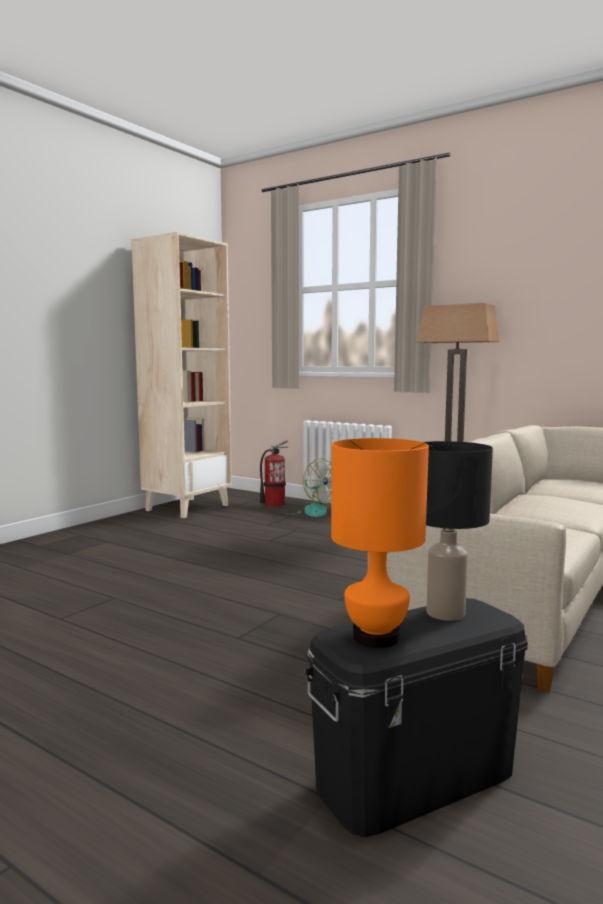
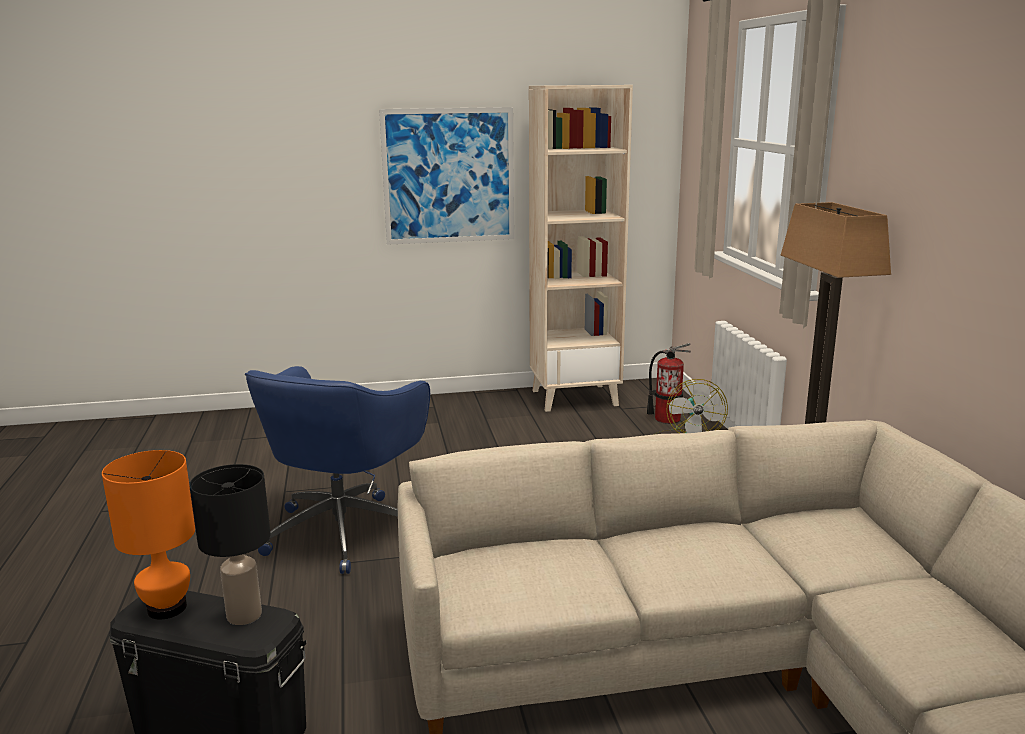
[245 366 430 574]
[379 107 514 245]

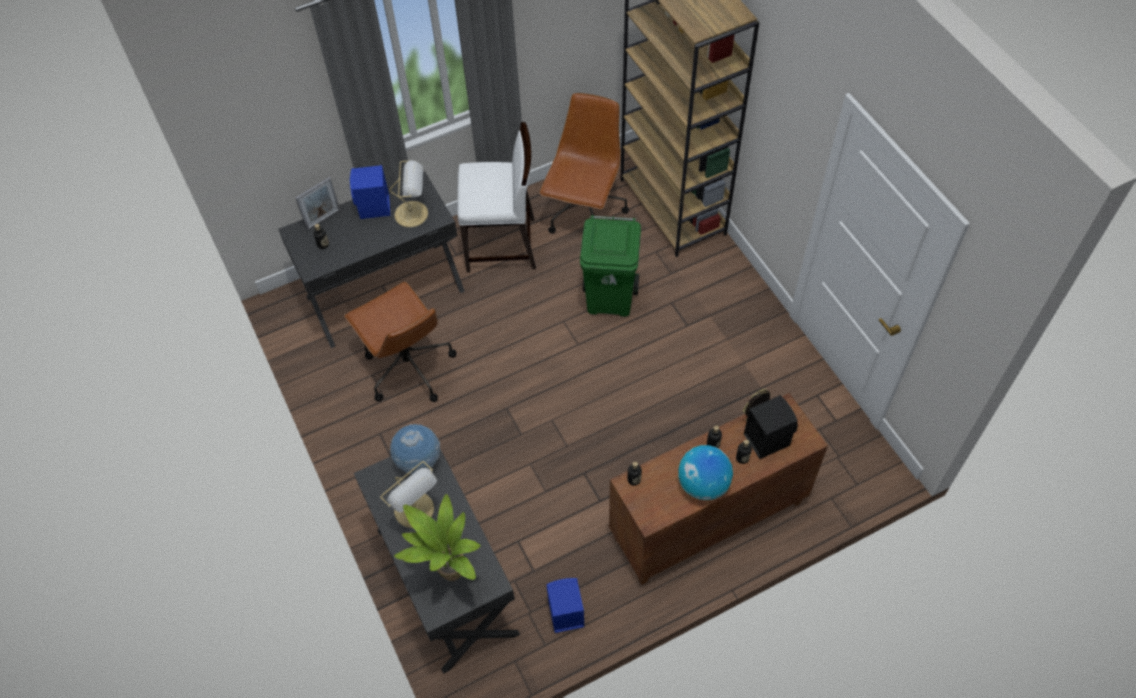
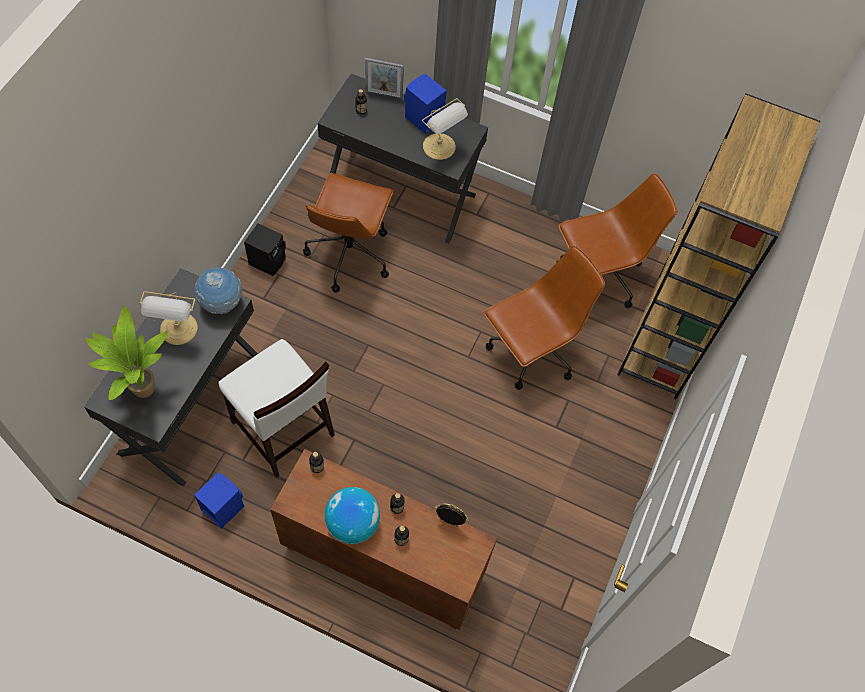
[218 339 335 478]
[244 223 286 276]
[484 246 605 390]

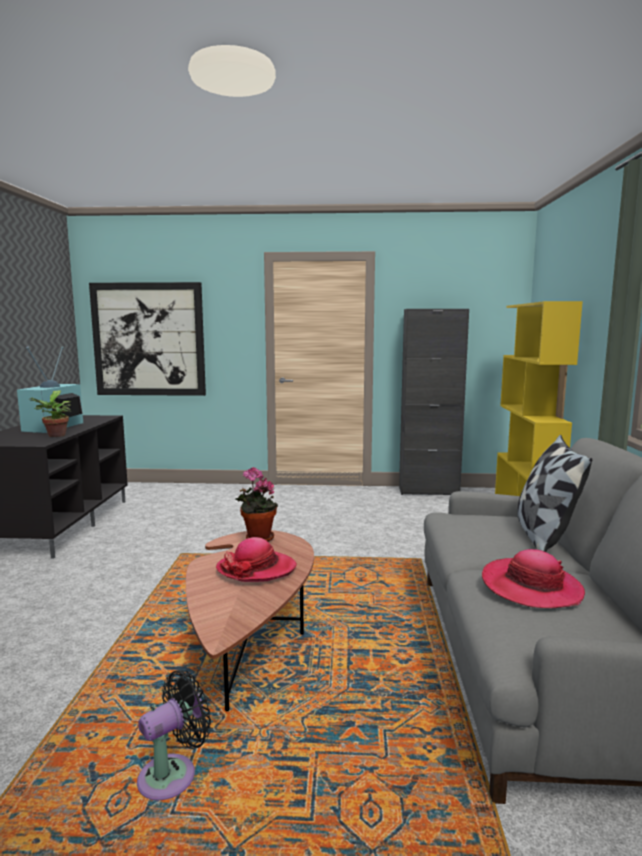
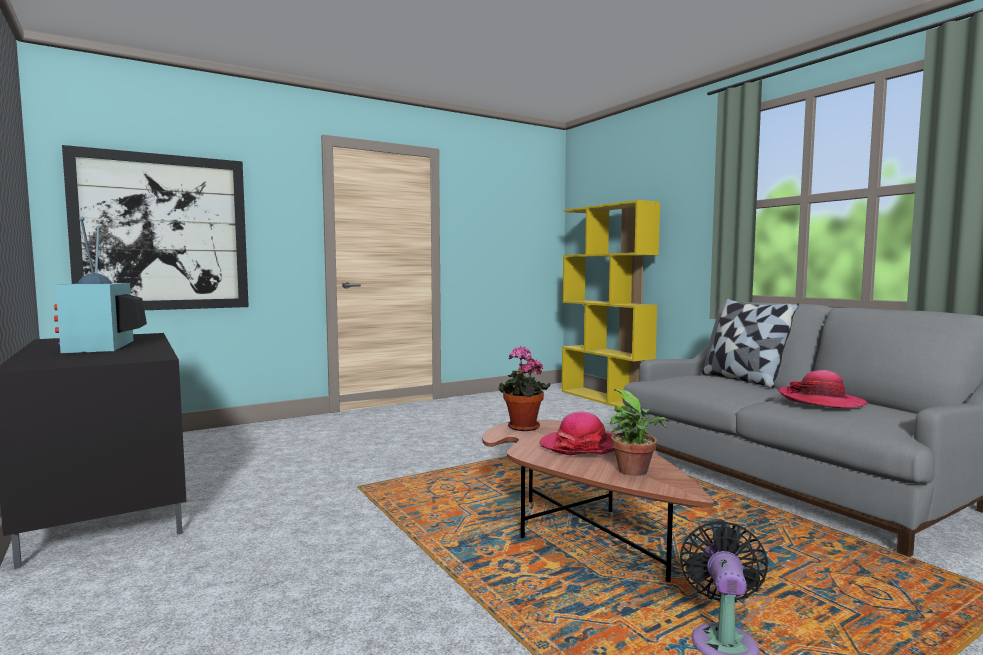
[609 389 669 476]
[399 309 469 495] (first image)

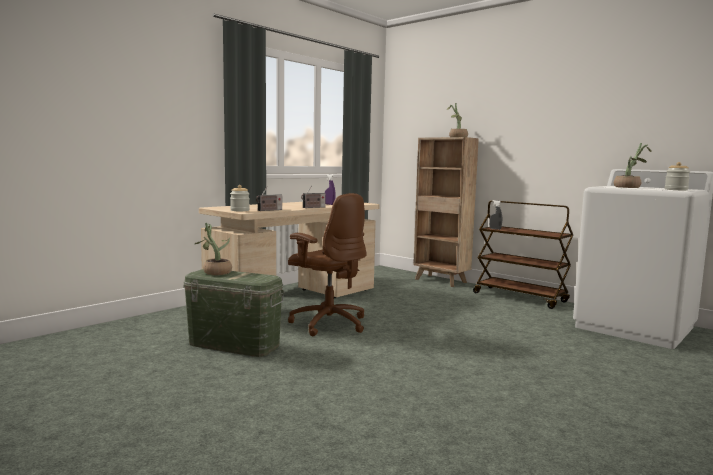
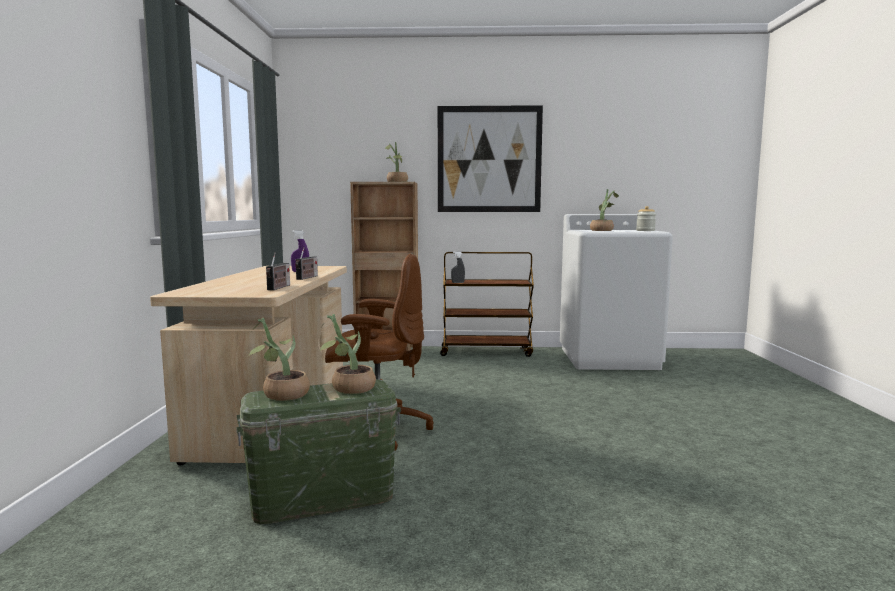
[320 314 376 394]
[438 105 543 212]
[230 185 250 211] (first image)

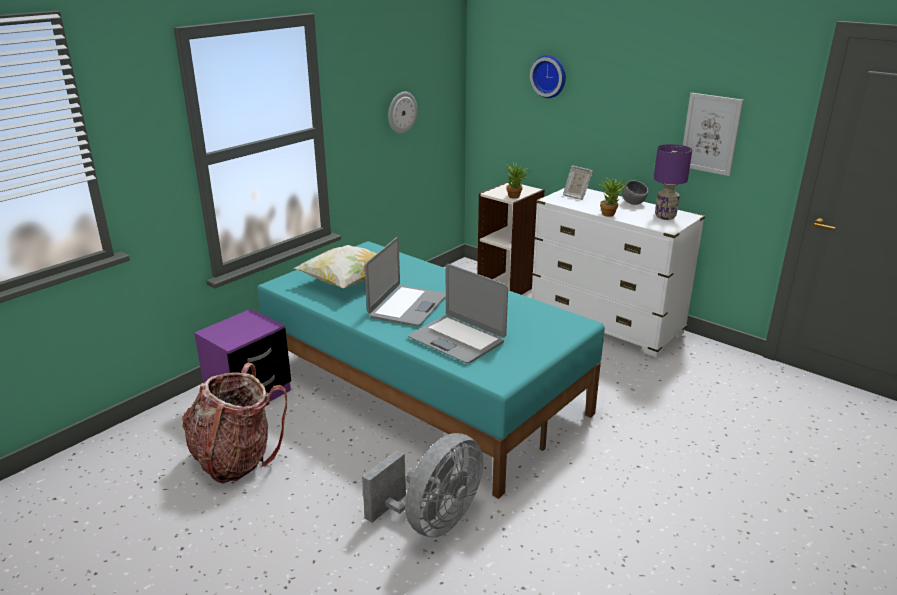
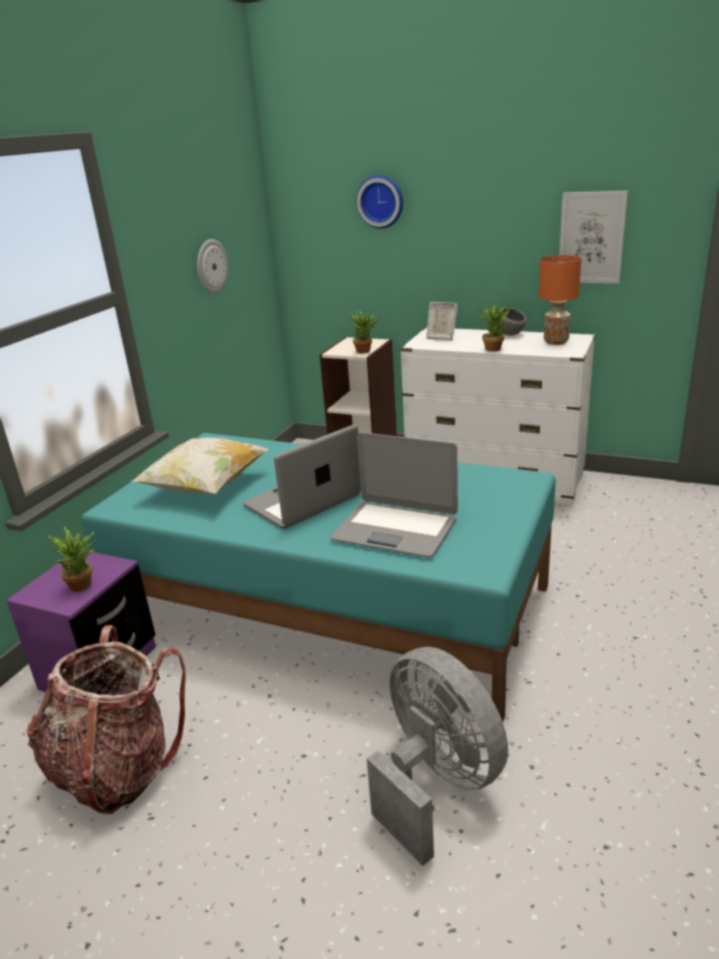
[48 527 99 592]
[243 424 361 529]
[367 647 508 866]
[539 255 582 345]

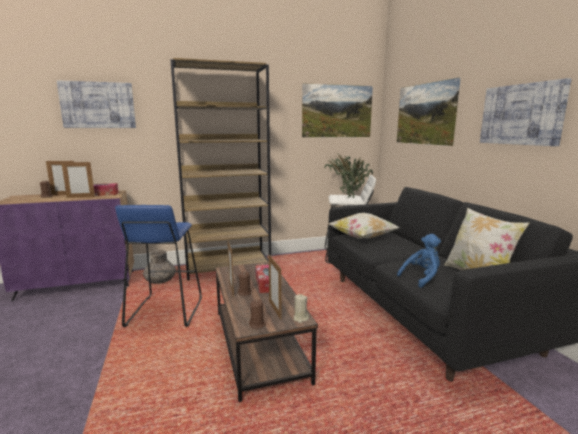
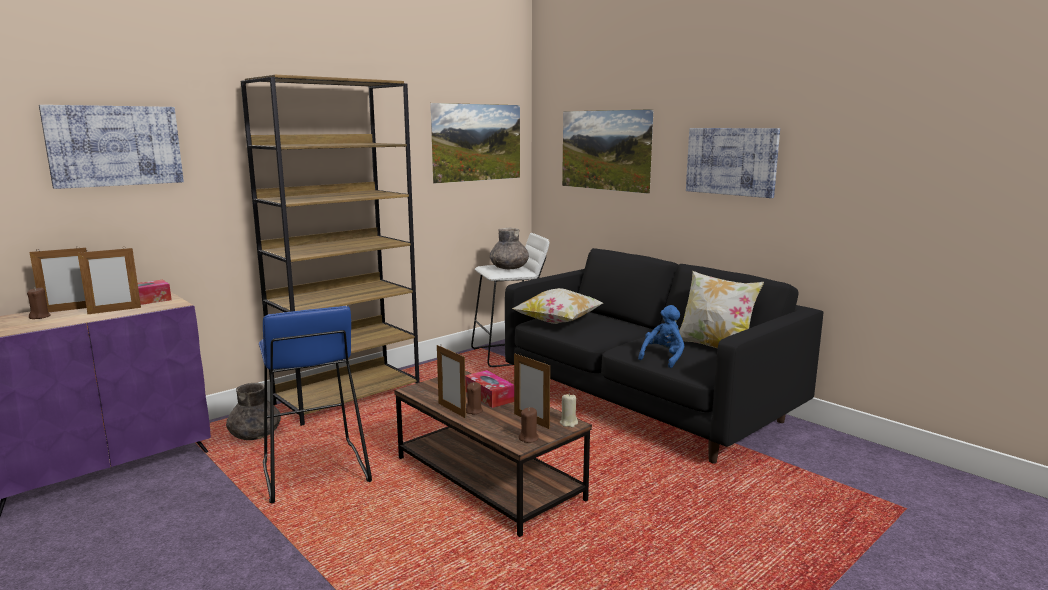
[490 228 529 269]

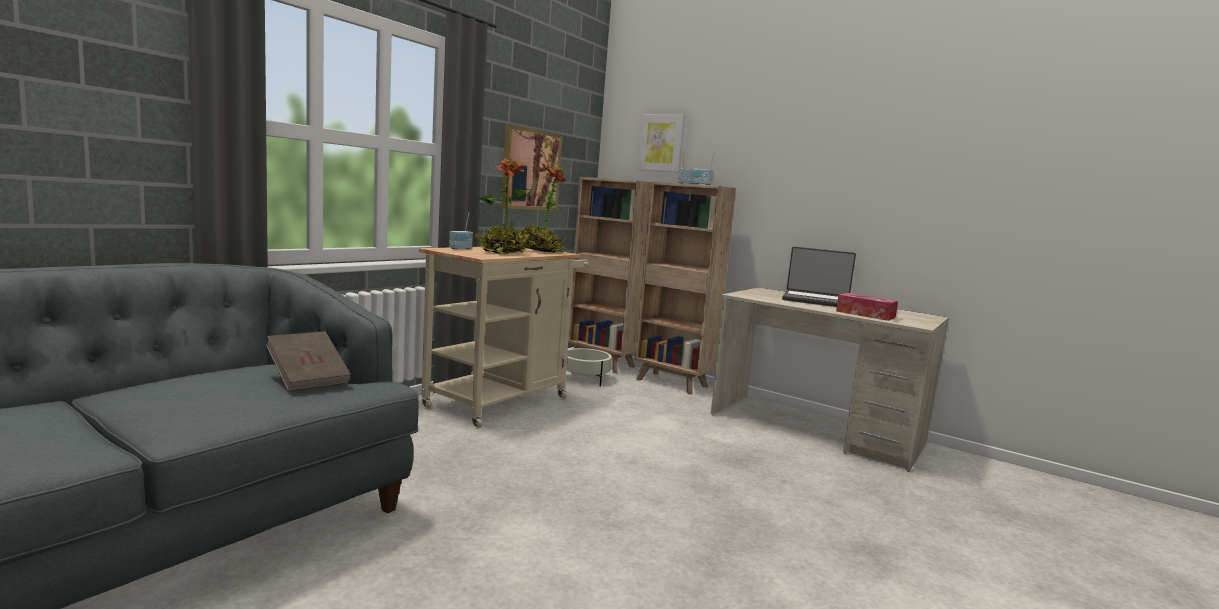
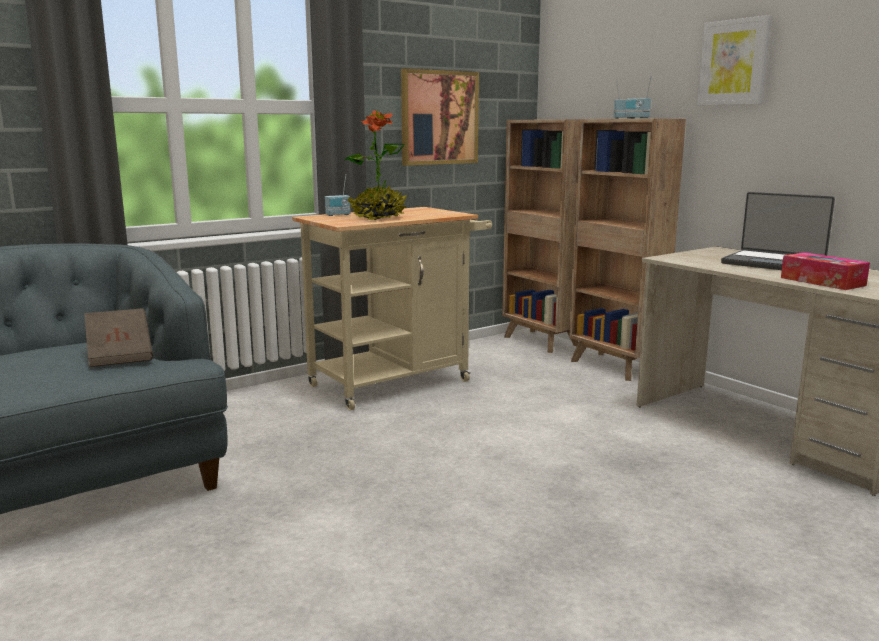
[697 15 772 106]
[519 163 566 252] (first image)
[566 348 612 386] (first image)

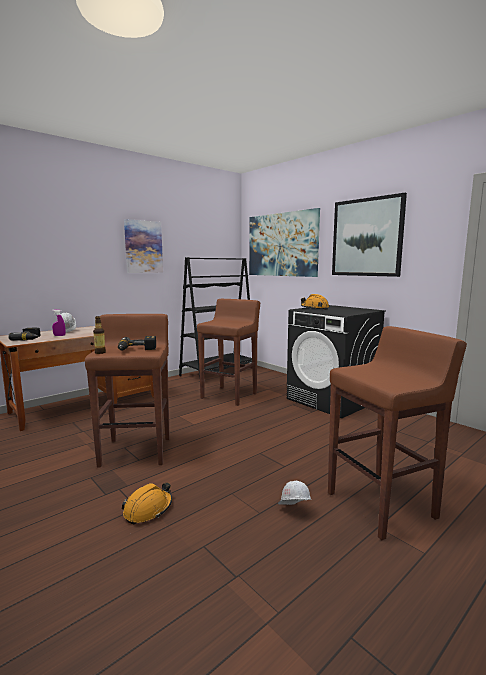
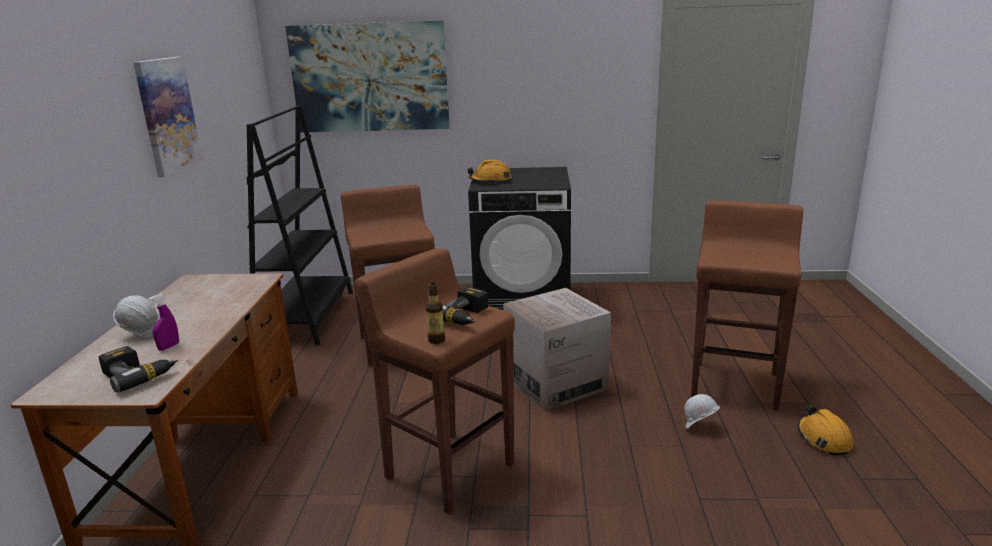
[503 288 611 411]
[798 405 853 455]
[332 193 407 277] (first image)

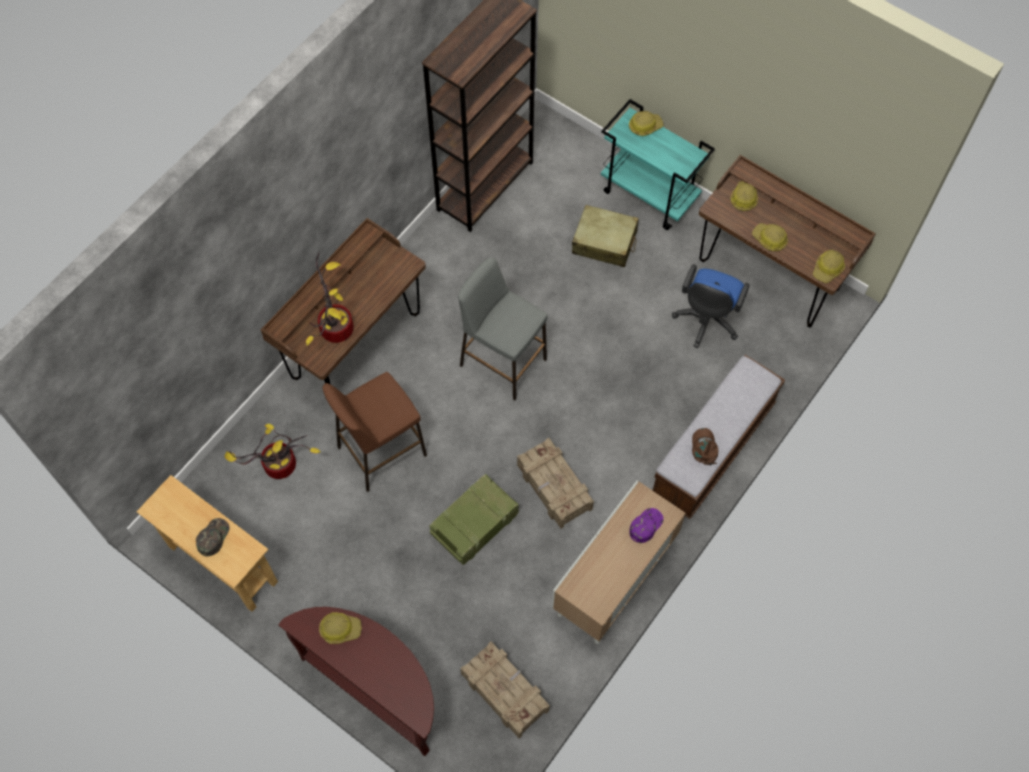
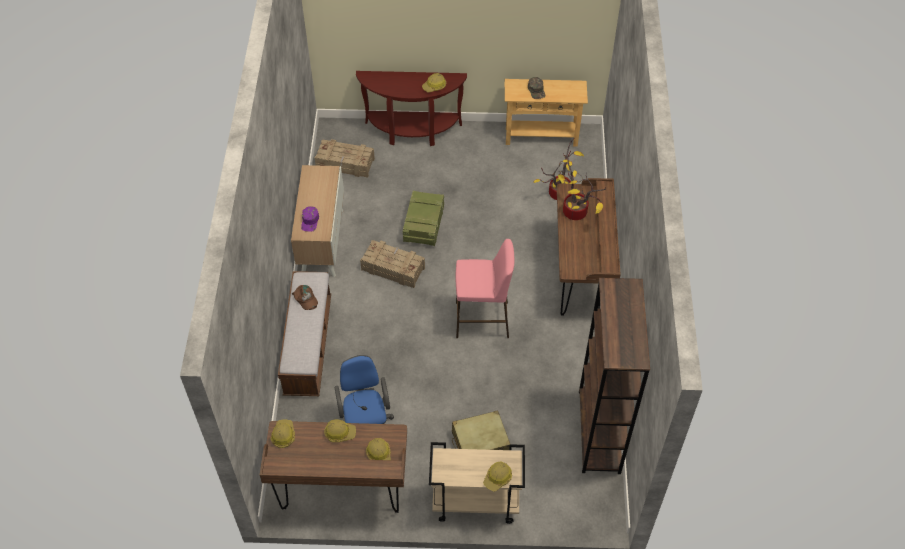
[429 442 525 524]
[456 239 514 338]
[323 372 427 492] (first image)

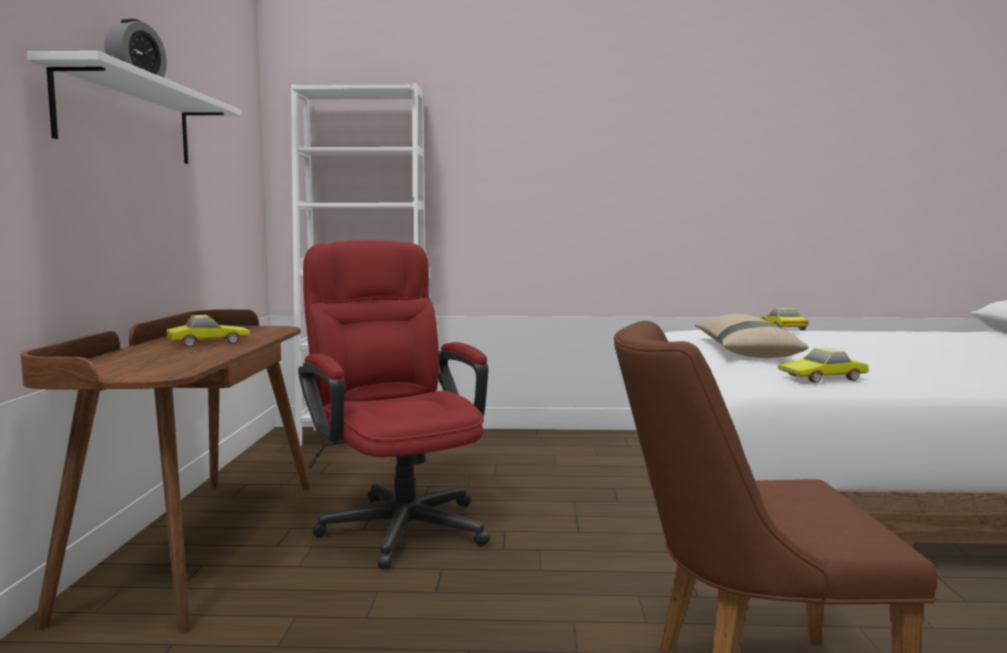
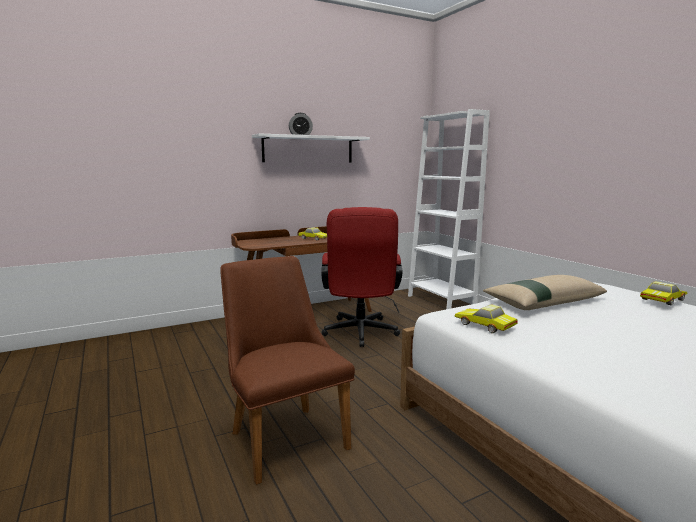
[321 207 403 347]

